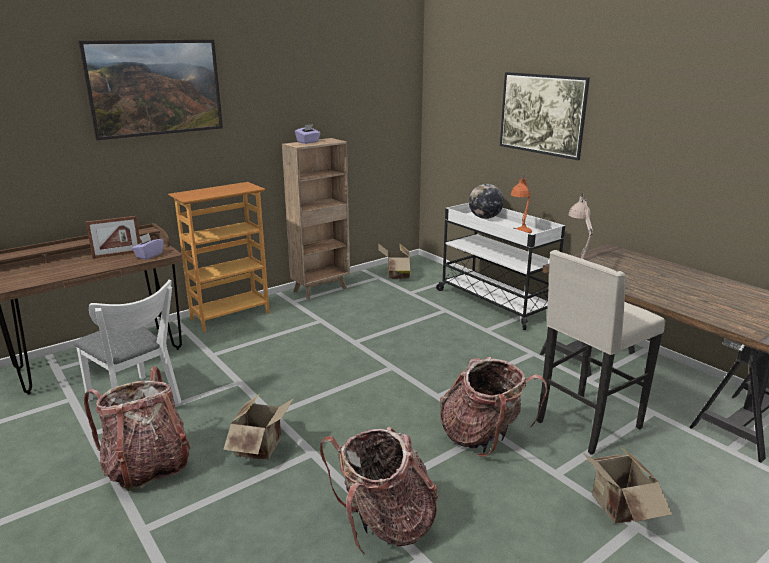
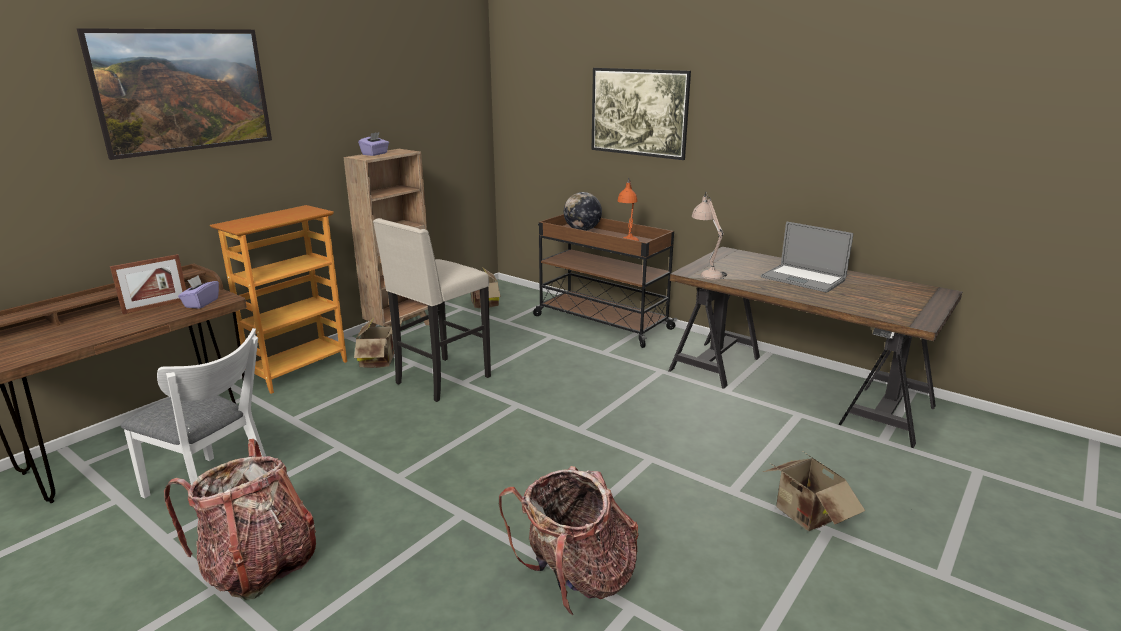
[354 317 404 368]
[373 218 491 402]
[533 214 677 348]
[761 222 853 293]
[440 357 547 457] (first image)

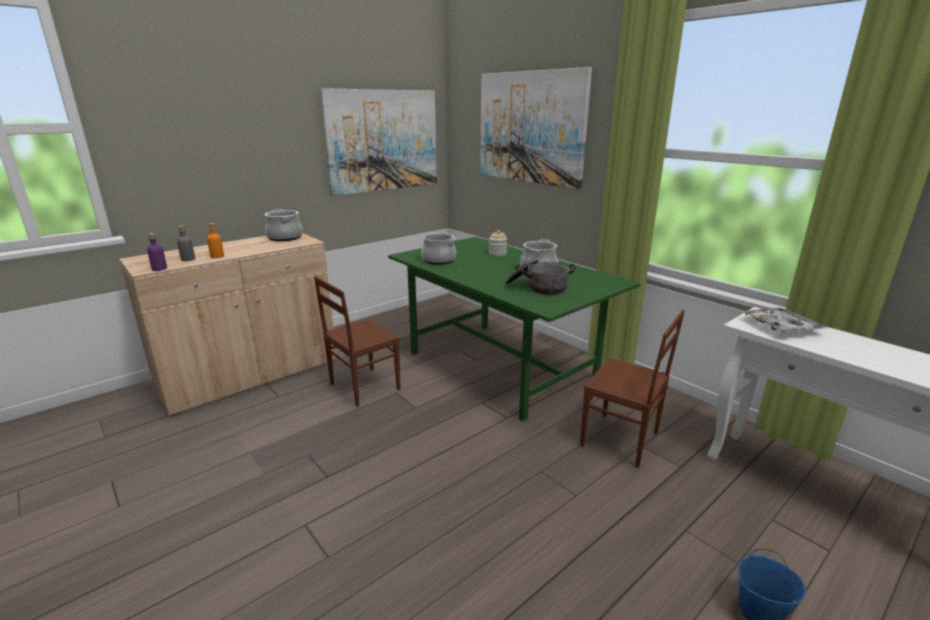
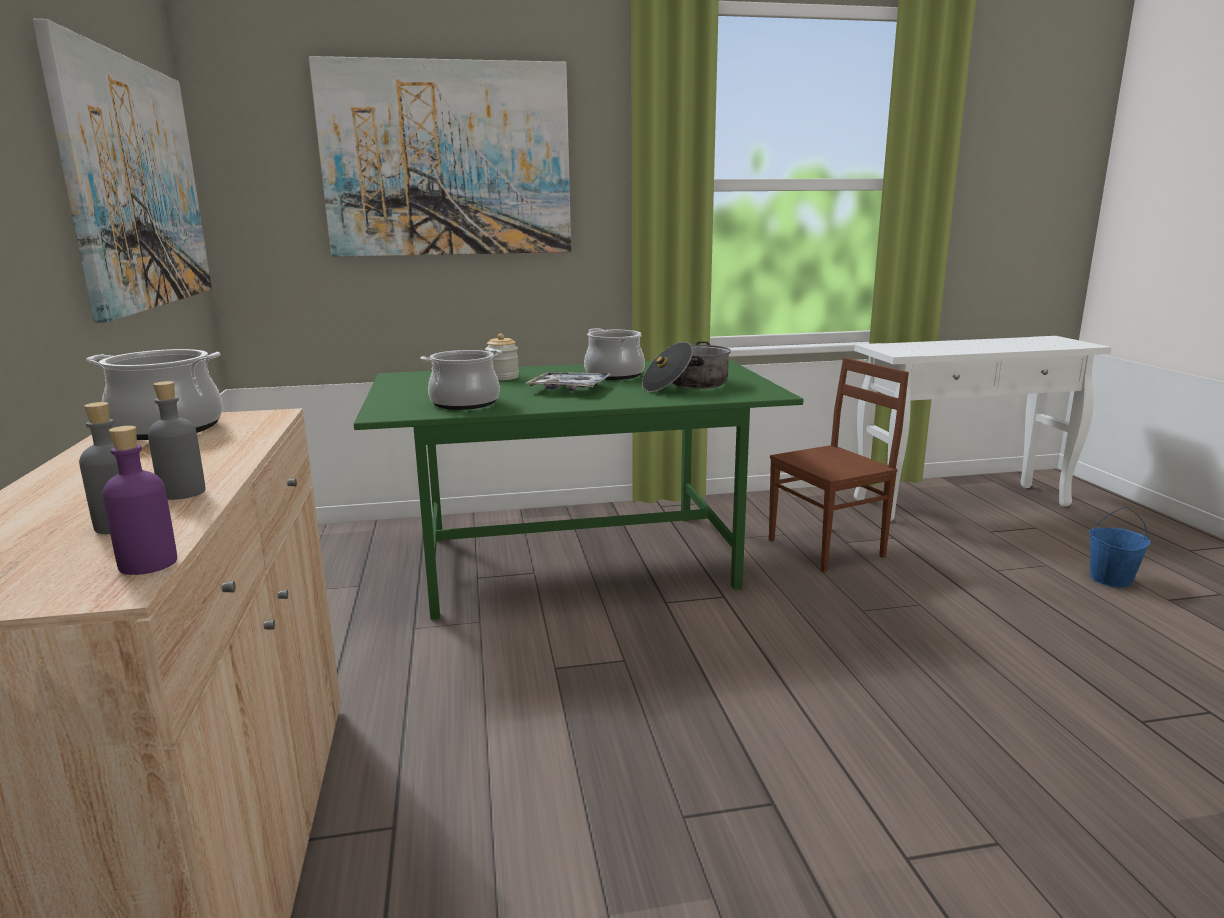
[148 381 205 500]
[526 372 612 391]
[314 276 401 407] (first image)

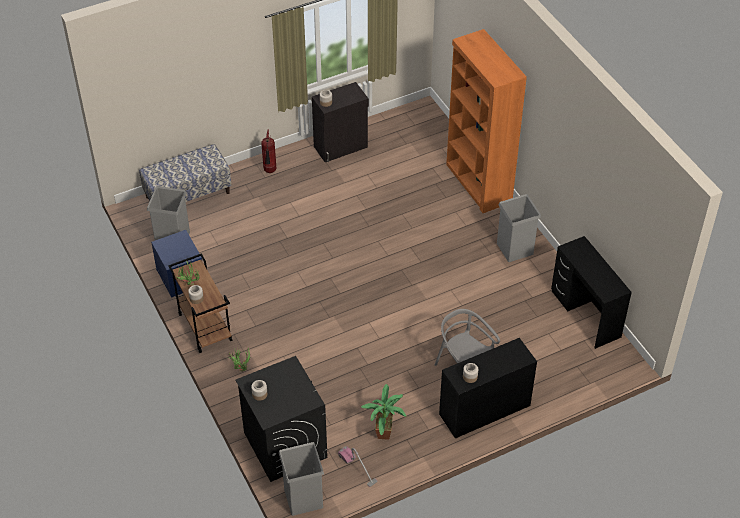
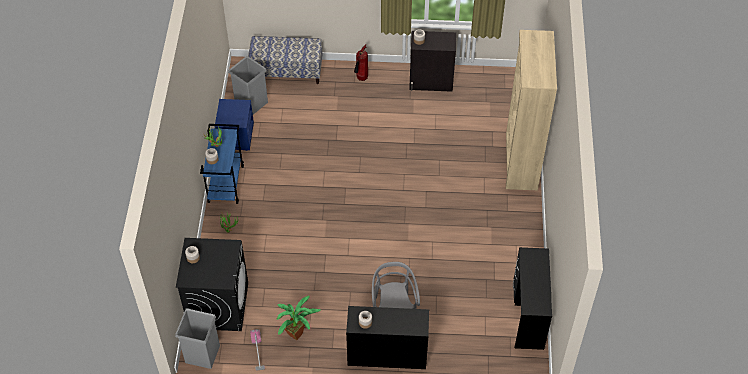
[200 124 244 204]
[506 30 557 191]
[497 194 541 262] (first image)

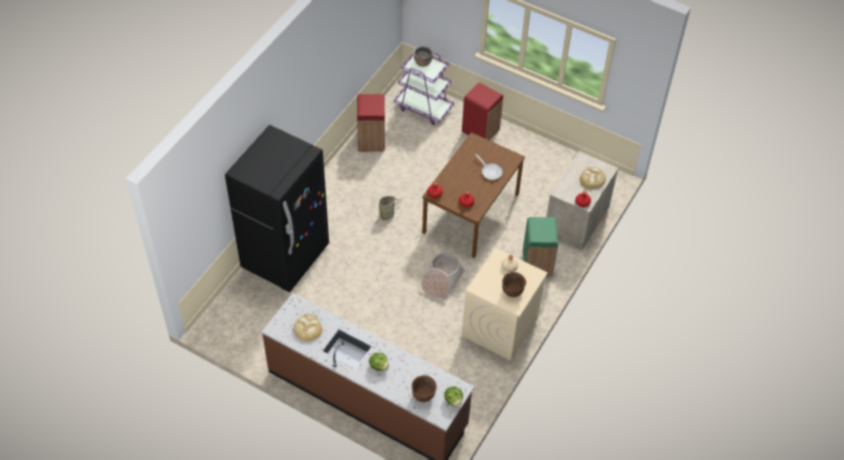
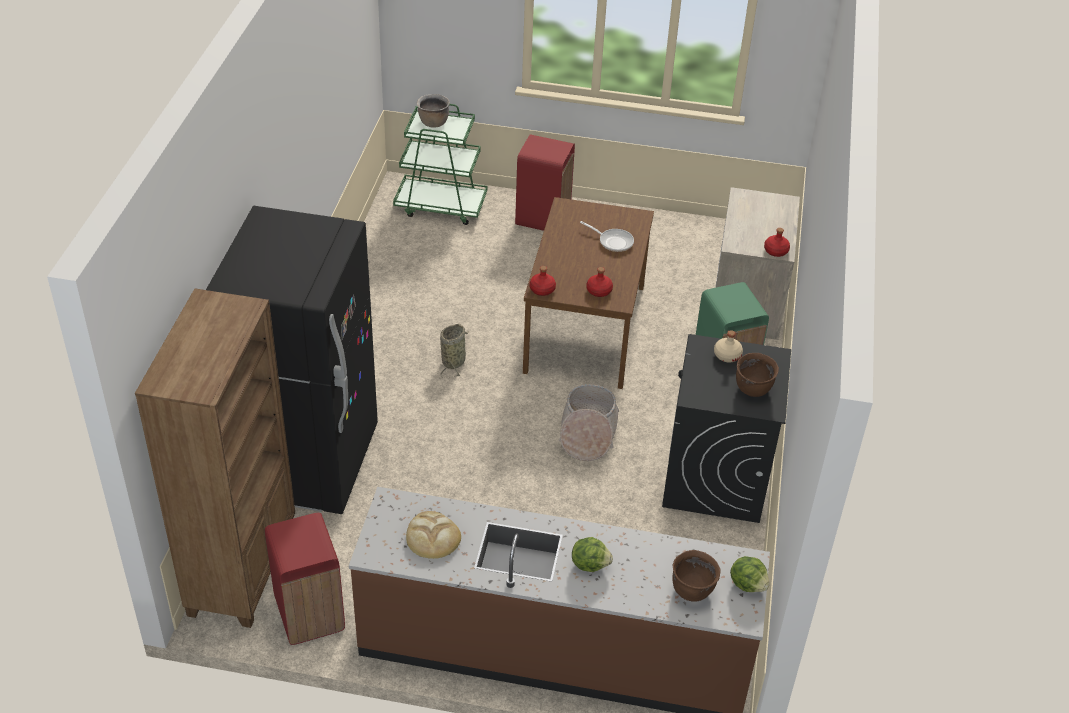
[135 289 295 628]
[265 513 345 645]
[393 104 487 225]
[662 334 791 523]
[580 167 606 188] (first image)

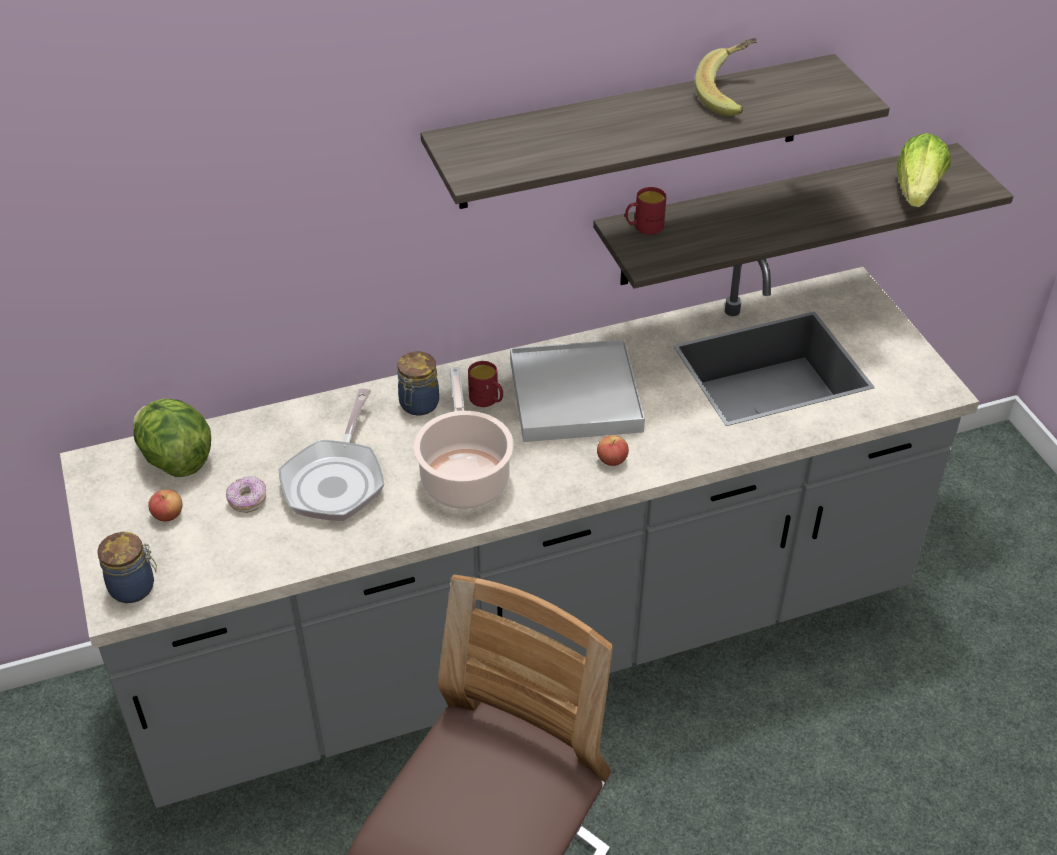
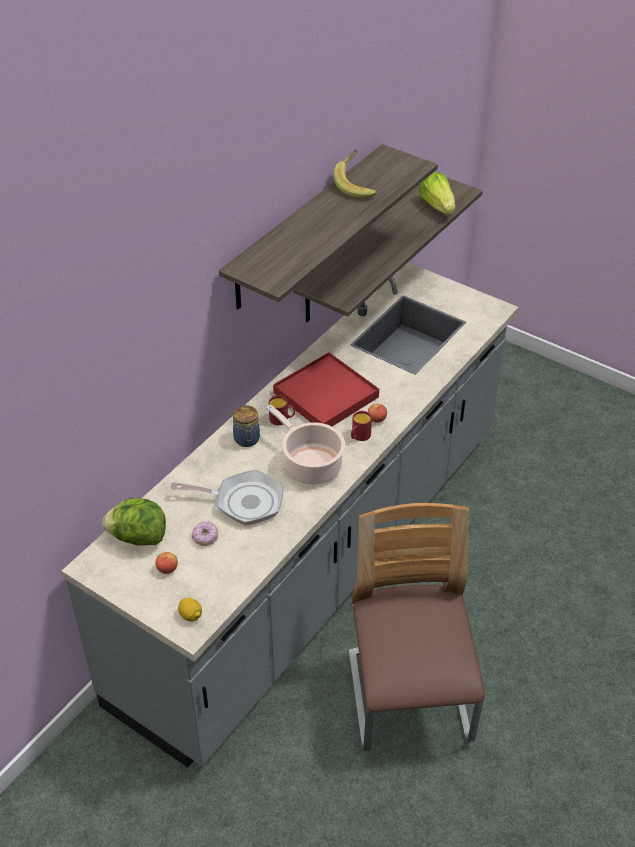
[171 470 284 526]
[178 598 202 622]
[273 352 379 426]
[351 411 372 441]

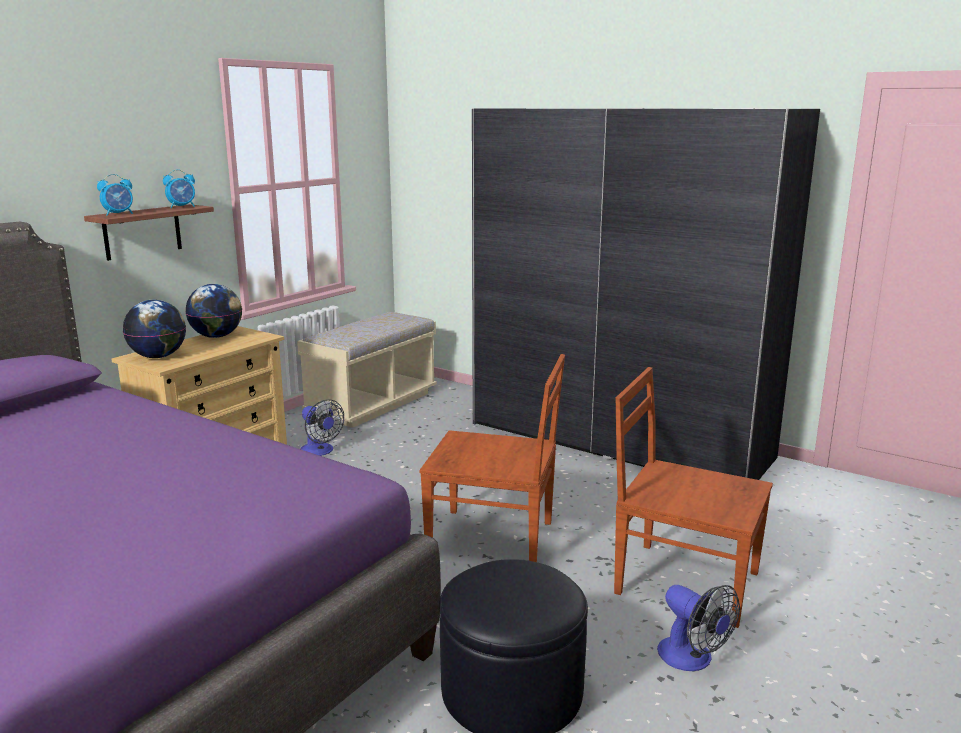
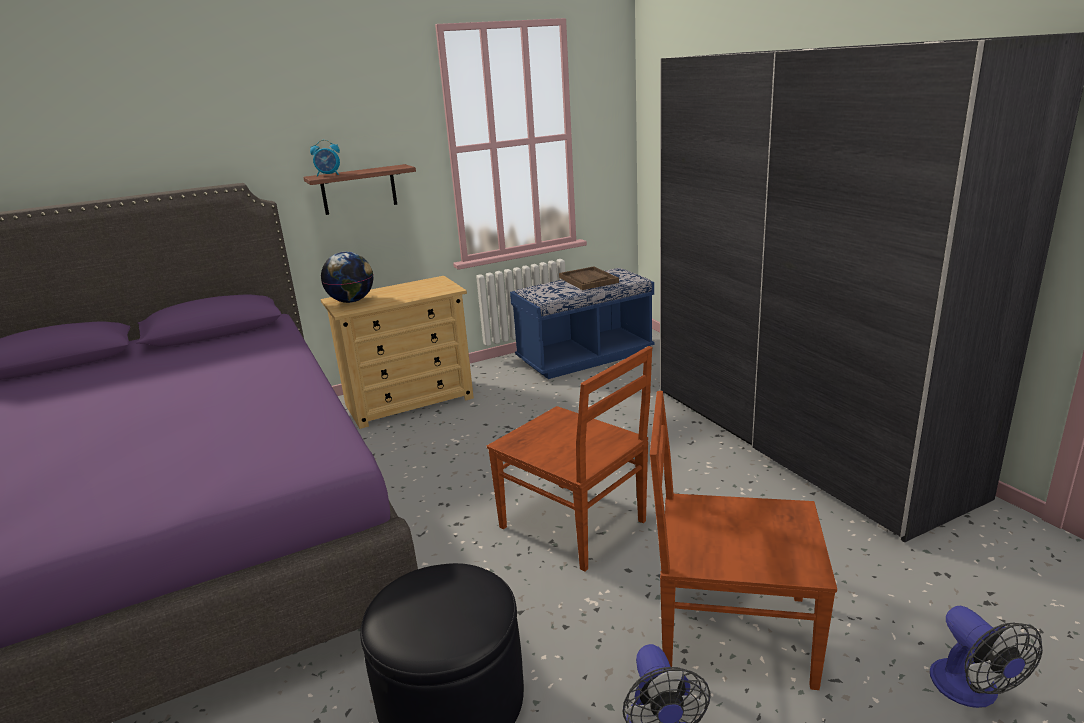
[510 268 654 379]
[559 266 619 290]
[650 391 837 690]
[930 606 1043 708]
[163 169 195 208] (first image)
[186 284 242 338] (first image)

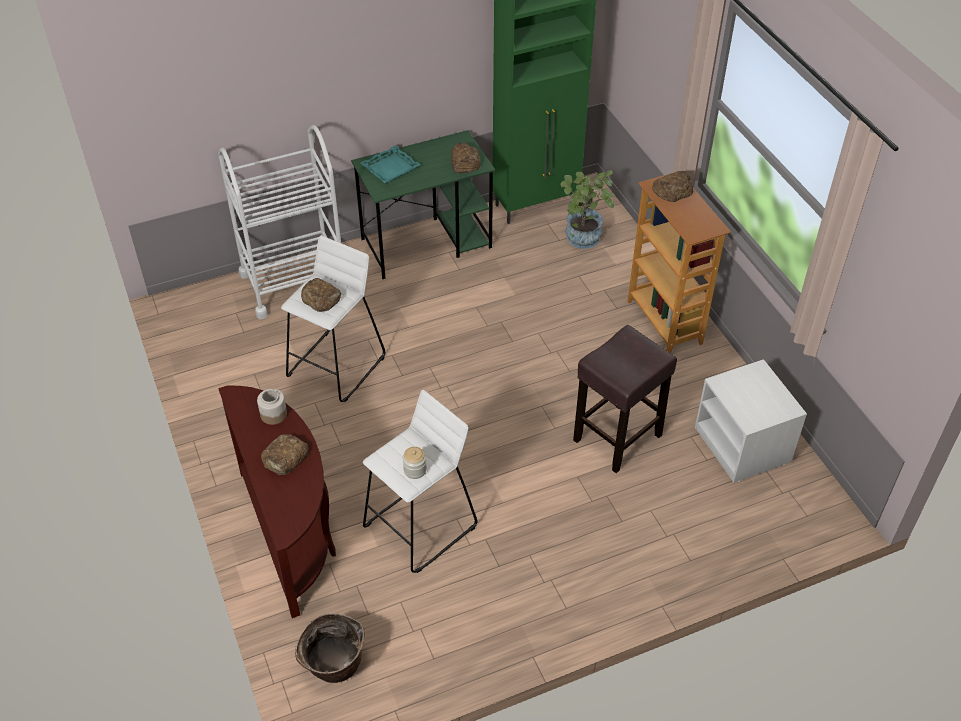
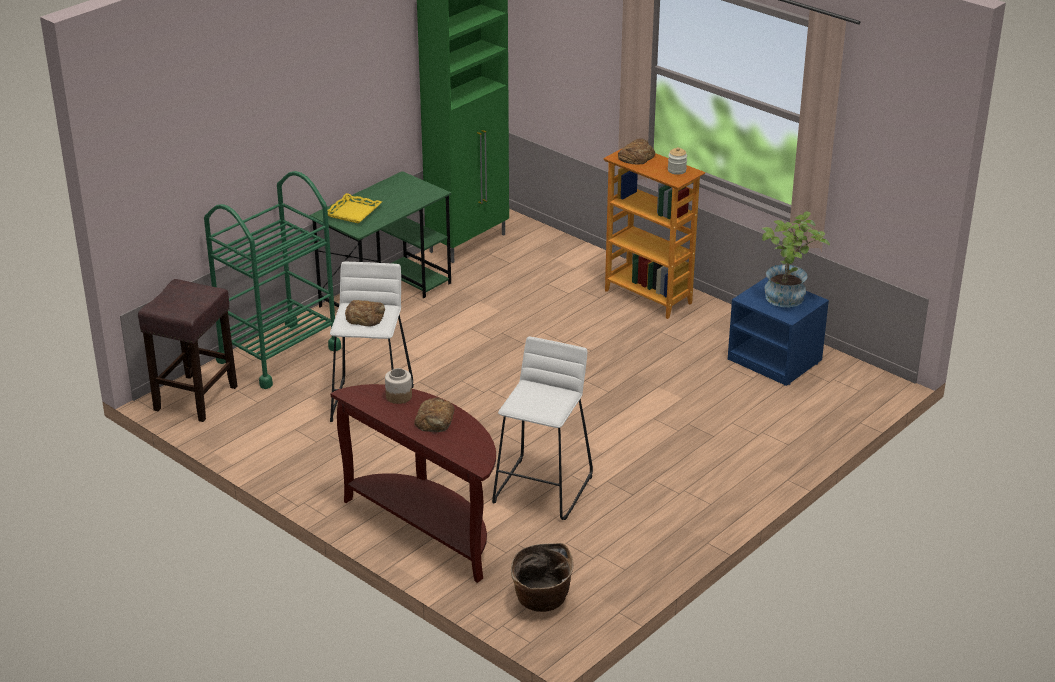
[138 279 237 422]
[204 171 341 389]
[327 193 382 224]
[668 147 687 175]
[728 277 829 386]
[762 211 830 307]
[451 143 481 173] (first image)

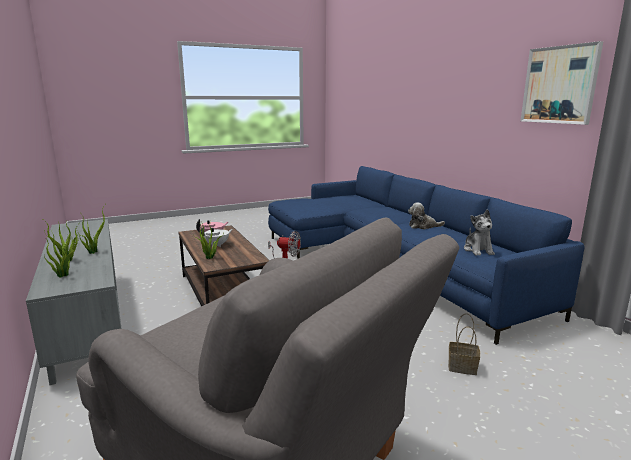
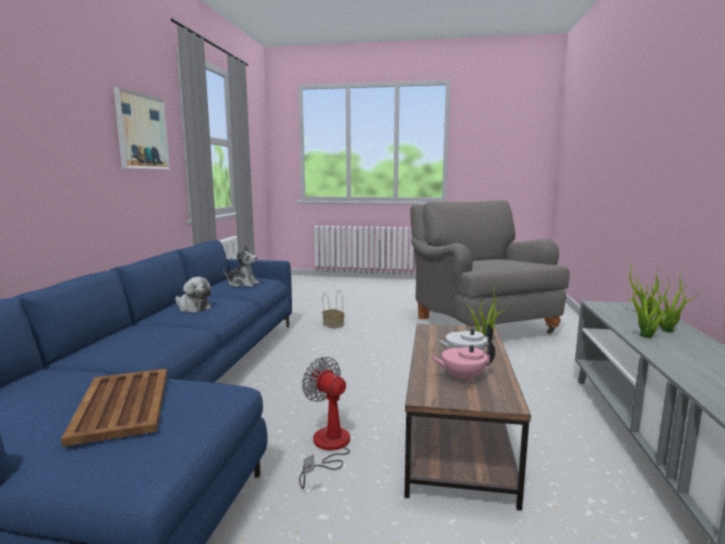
[61 368 167 447]
[223 245 259 287]

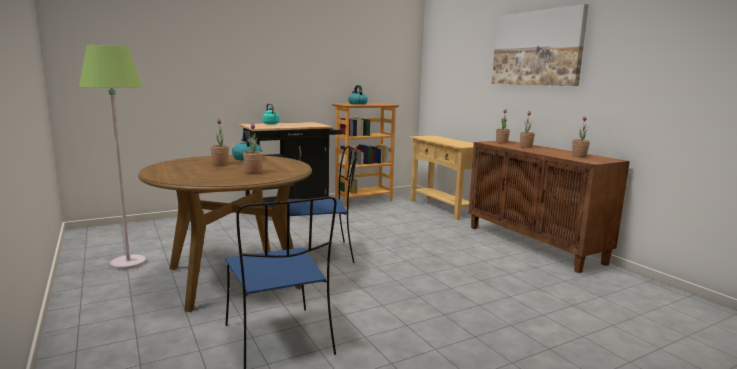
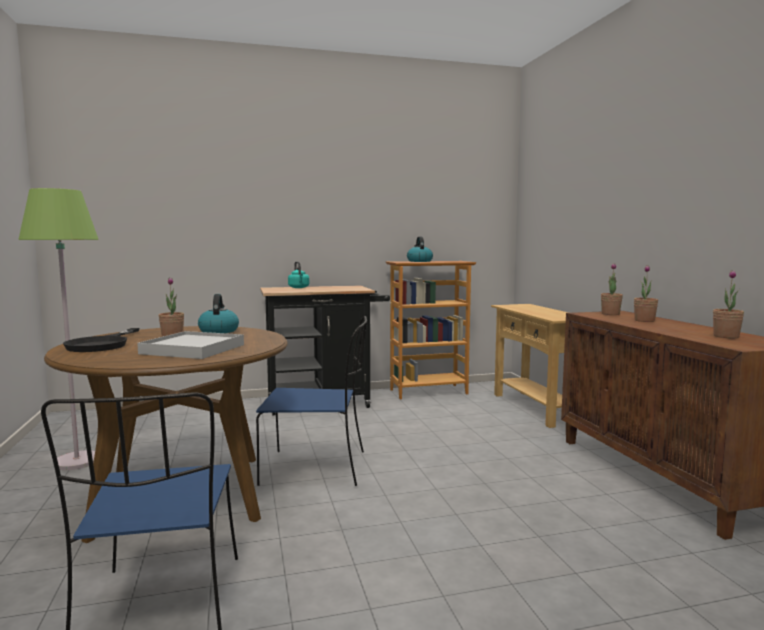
[63 328 139 352]
[137 331 244 359]
[492 4 588 86] (first image)

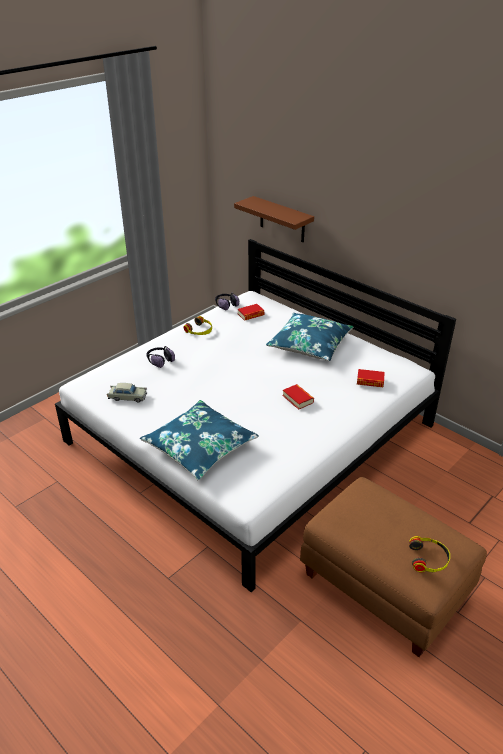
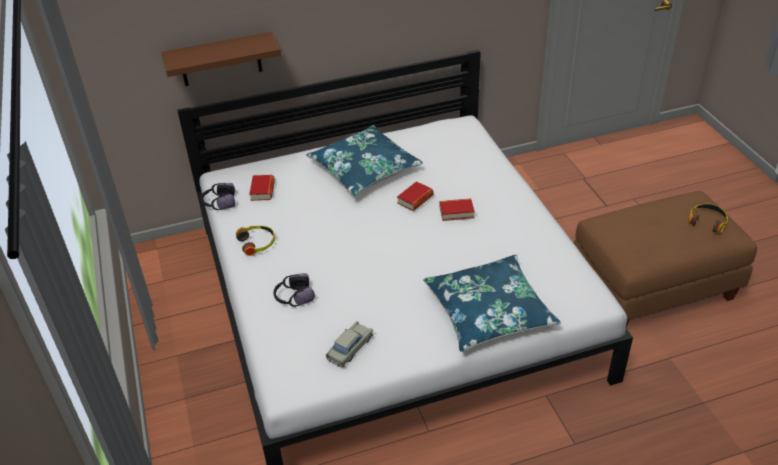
[397 181 434 211]

